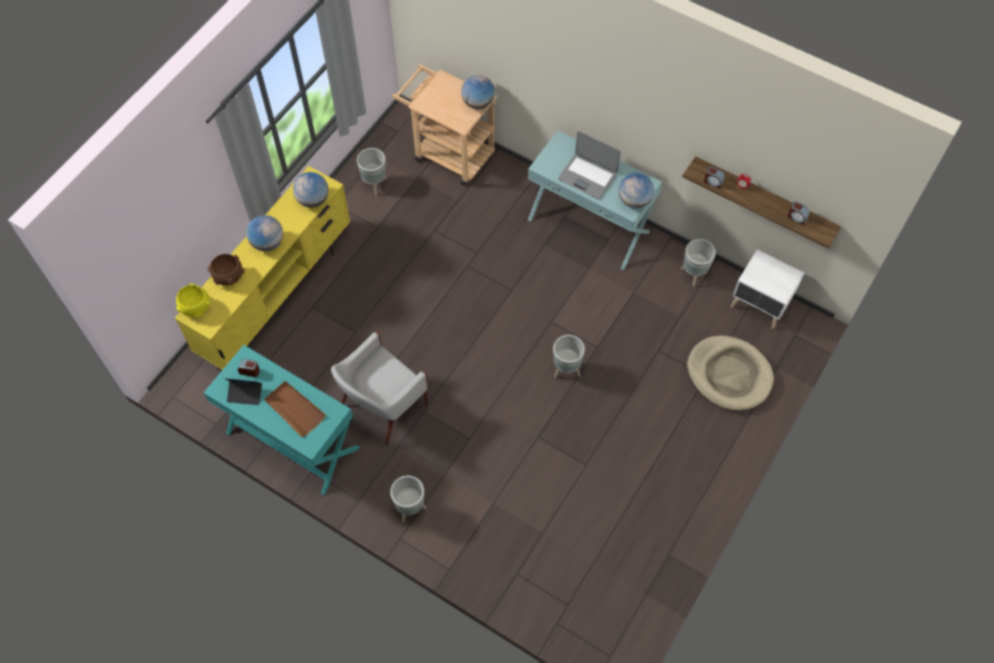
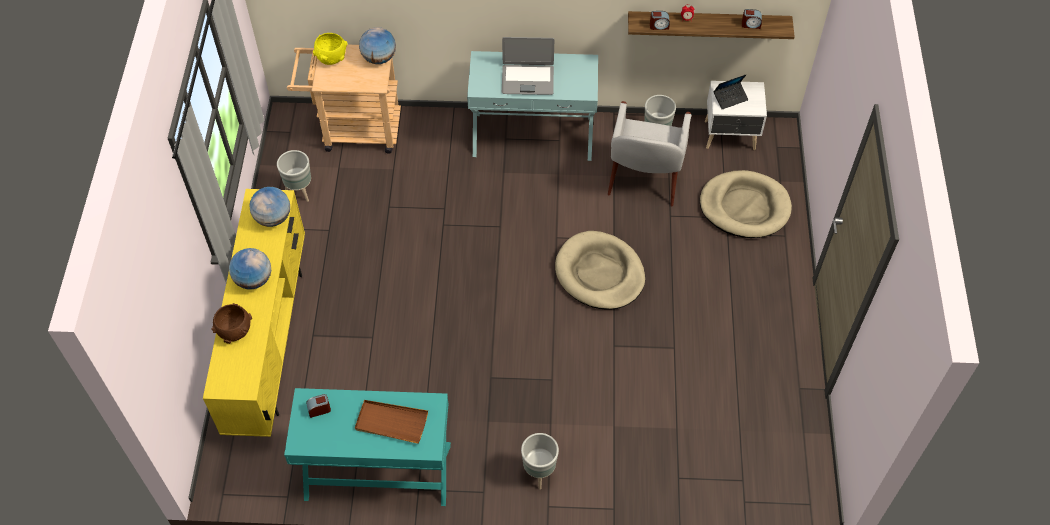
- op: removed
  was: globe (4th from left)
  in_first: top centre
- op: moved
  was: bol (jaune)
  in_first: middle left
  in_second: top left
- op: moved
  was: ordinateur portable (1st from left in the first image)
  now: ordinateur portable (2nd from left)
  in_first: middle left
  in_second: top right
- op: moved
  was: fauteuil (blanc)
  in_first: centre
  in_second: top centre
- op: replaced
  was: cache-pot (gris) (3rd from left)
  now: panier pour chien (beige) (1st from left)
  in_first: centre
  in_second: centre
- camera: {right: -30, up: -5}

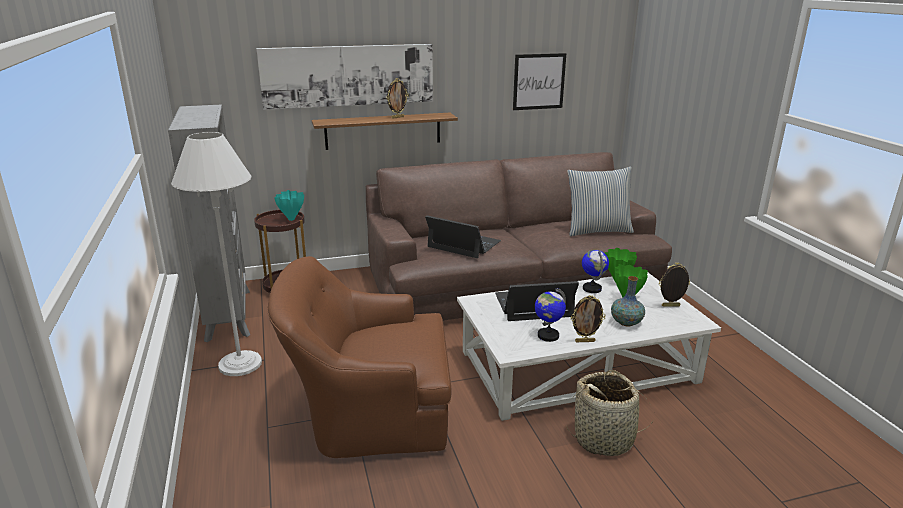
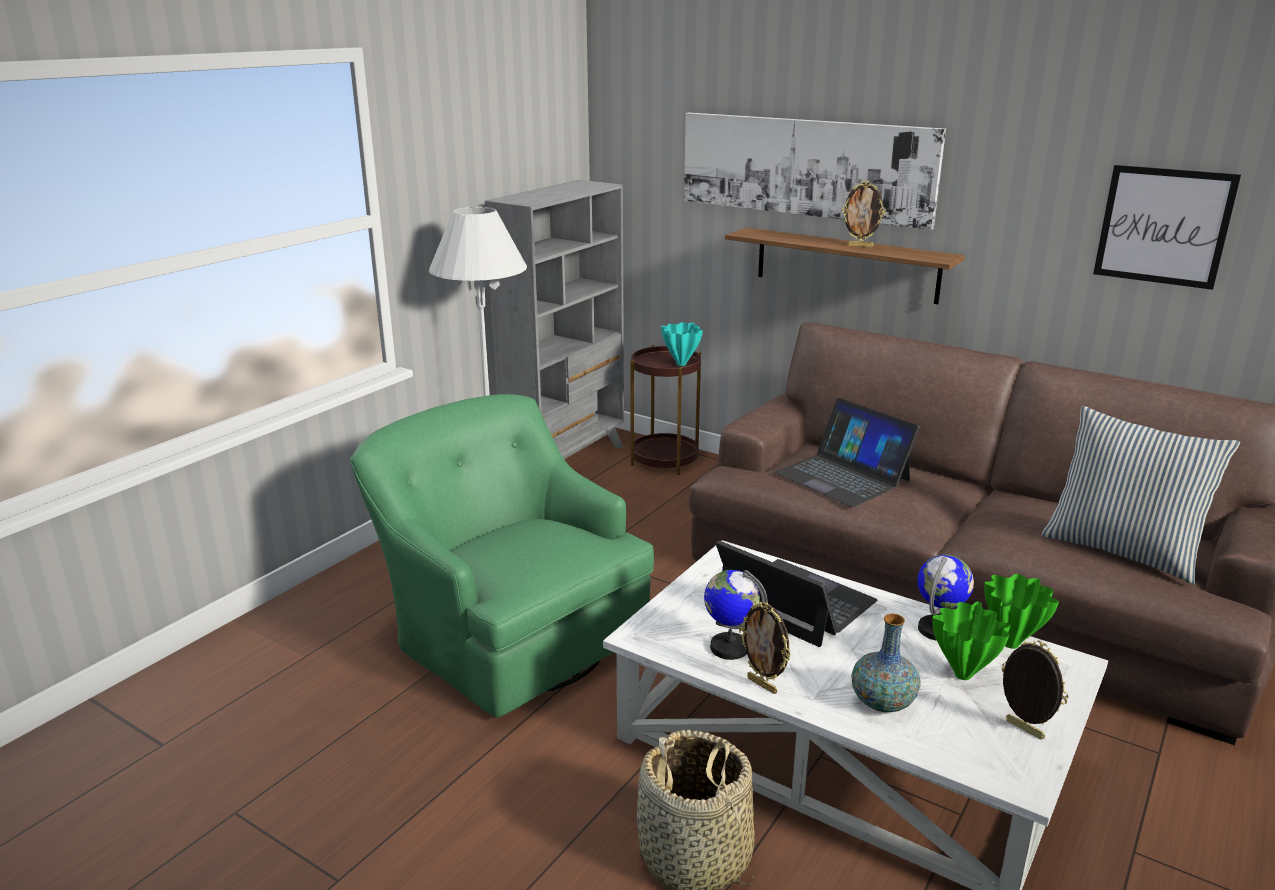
- op: recoloured
  was: fauteuil (marron)
  now: fauteuil (vert)
  in_first: bottom centre
  in_second: centre
- op: turned
  was: ordinateur portable (1st from left in the first image)
  in_first: centre
  in_second: centre
  clockwise: 150
- camera: {right: 50, up: 0}

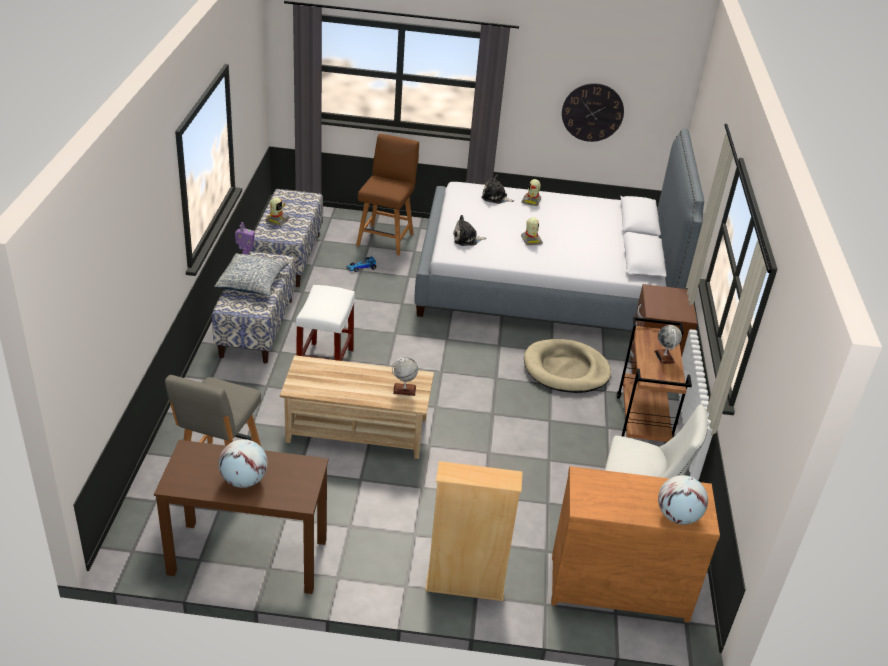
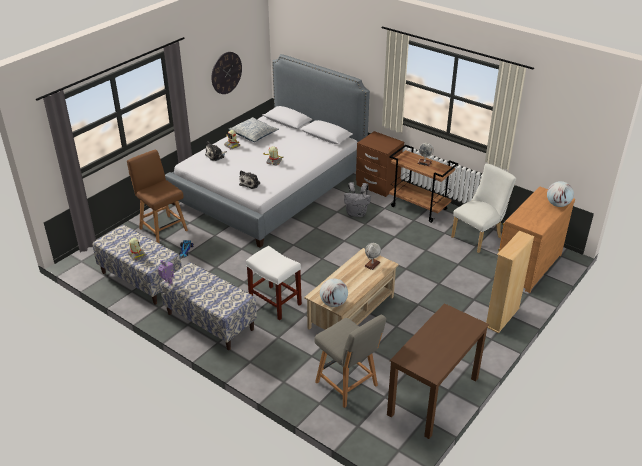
- op: moved
  was: coussin
  in_first: middle left
  in_second: top centre
- op: moved
  was: globe (1st from left)
  in_first: bottom left
  in_second: centre
- op: replaced
  was: panier pour chien (beige)
  now: sac à dos (gris)
  in_first: centre
  in_second: centre
- camera: {right: -55, up: 0}

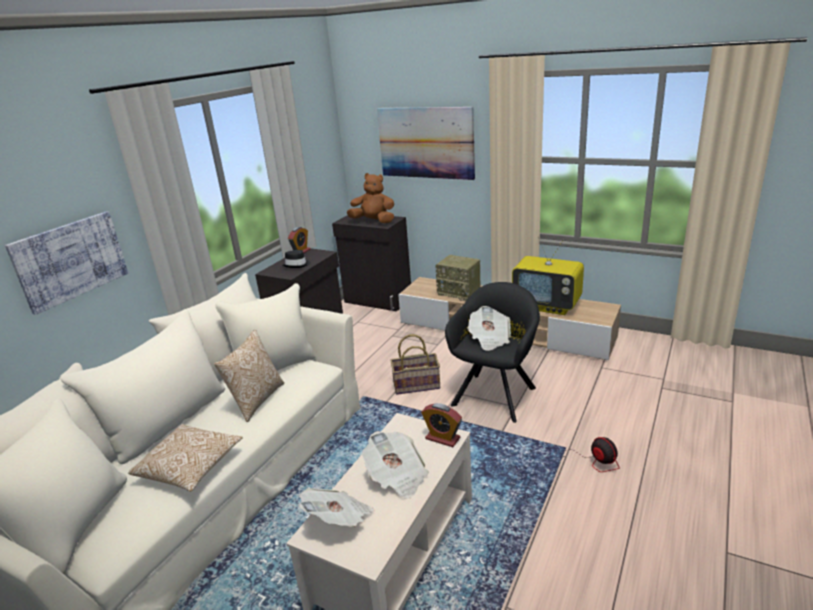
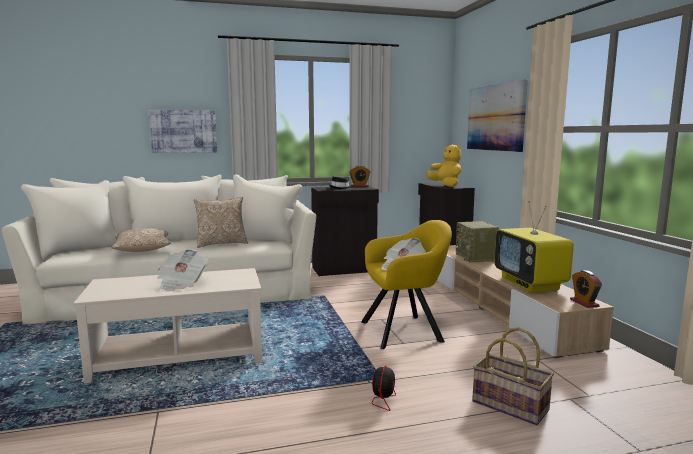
- op: removed
  was: journal (1st from left)
  in_first: bottom centre
- op: moved
  was: panier
  in_first: centre
  in_second: bottom right
- op: moved
  was: réveil (2nd from left)
  in_first: bottom centre
  in_second: middle right
- op: recoloured
  was: peluche (marron)
  now: peluche (jaune)
  in_first: top centre
  in_second: centre
- op: recoloured
  was: fauteuil (noir)
  now: fauteuil (jaune)
  in_first: centre
  in_second: centre
- camera: {right: 45, up: -15}

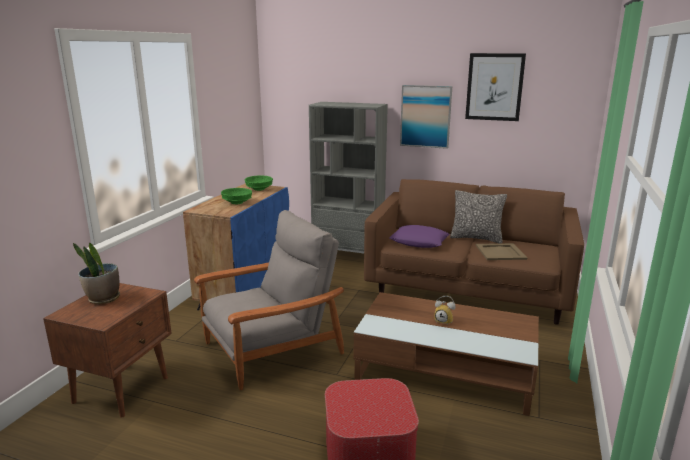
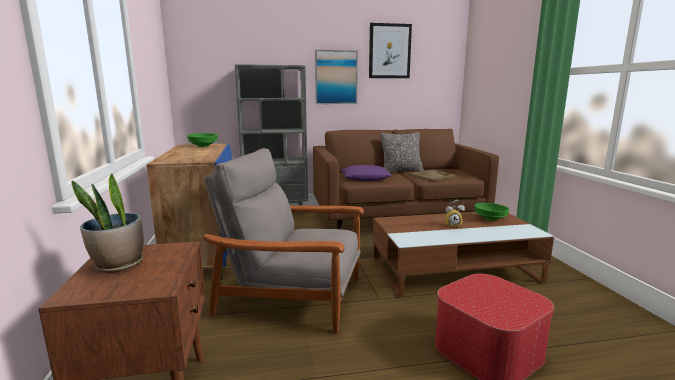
- op: moved
  was: bol (vert) (1st from left in the first image)
  now: bol (vert) (2nd from left)
  in_first: centre
  in_second: middle right
- op: turned
  was: fauteuil (gris)
  in_first: centre
  in_second: centre
  clockwise: -105
- camera: {right: -30, up: -5}

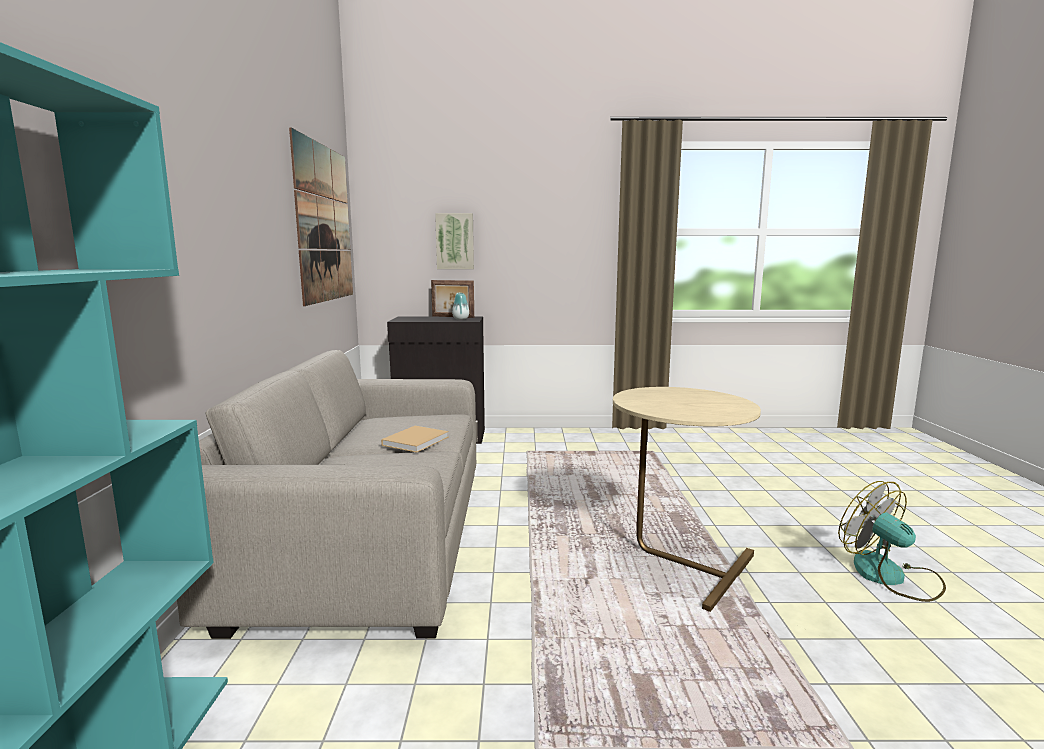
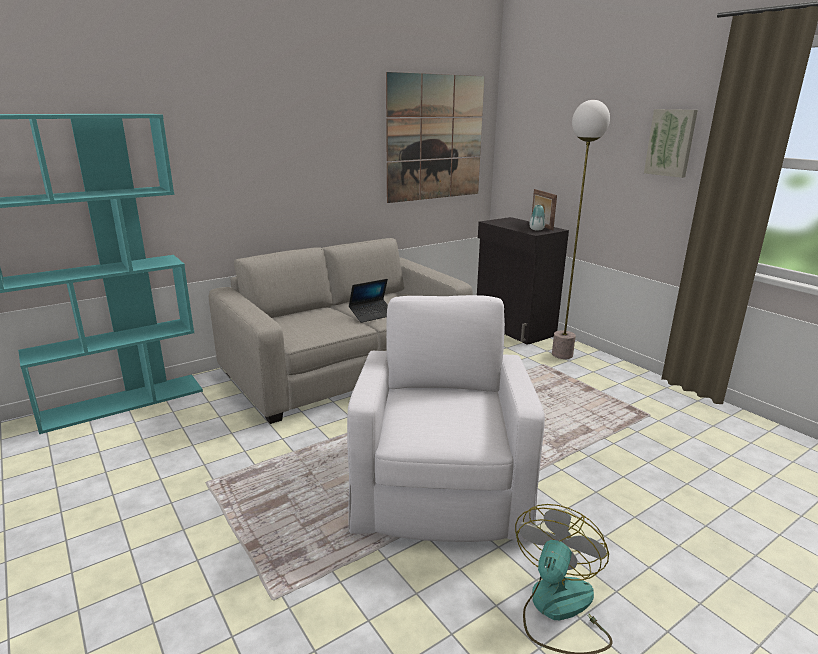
- op: added
  now: lampadaire
  in_second: middle right
- op: moved
  was: tableau (2nd from left)
  in_first: top centre
  in_second: top right
- op: replaced
  was: livre (beige)
  now: ordinateur portable
  in_first: centre
  in_second: centre
- op: replaced
  was: table d'appoint (beige)
  now: fauteuil (blanc)
  in_first: centre
  in_second: centre
- camera: {right: 55, up: 10}

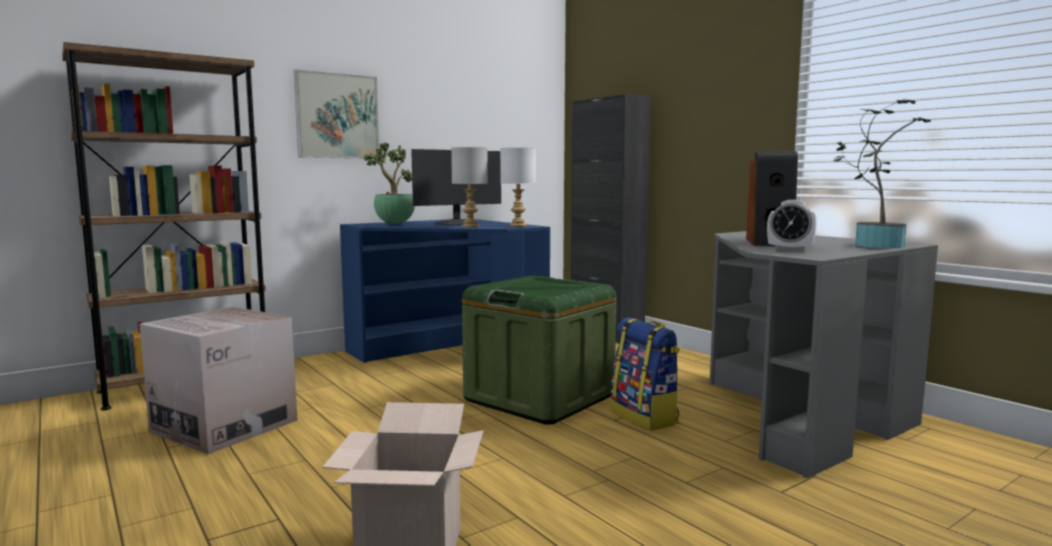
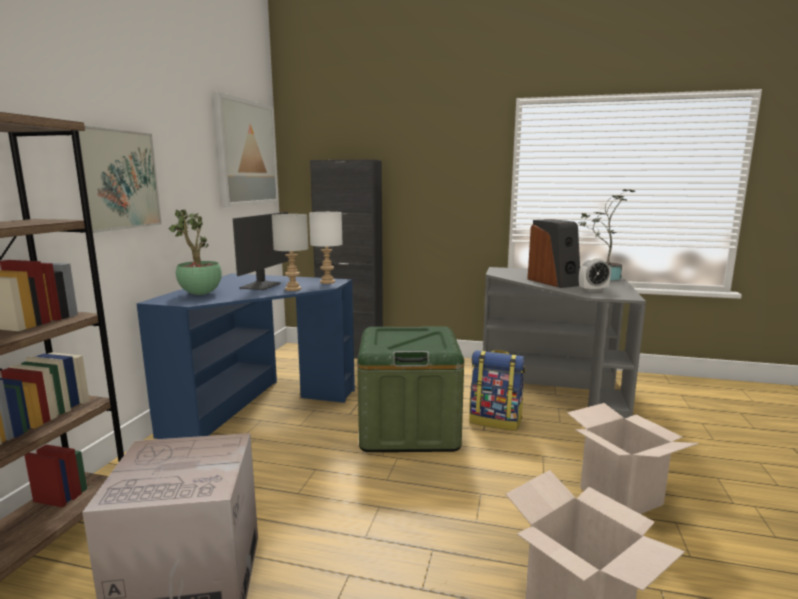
- op: added
  now: tableau (2nd from left)
  in_second: top left
- op: added
  now: carton (3rd from left)
  in_second: bottom right
- camera: {right: -40, up: 5}

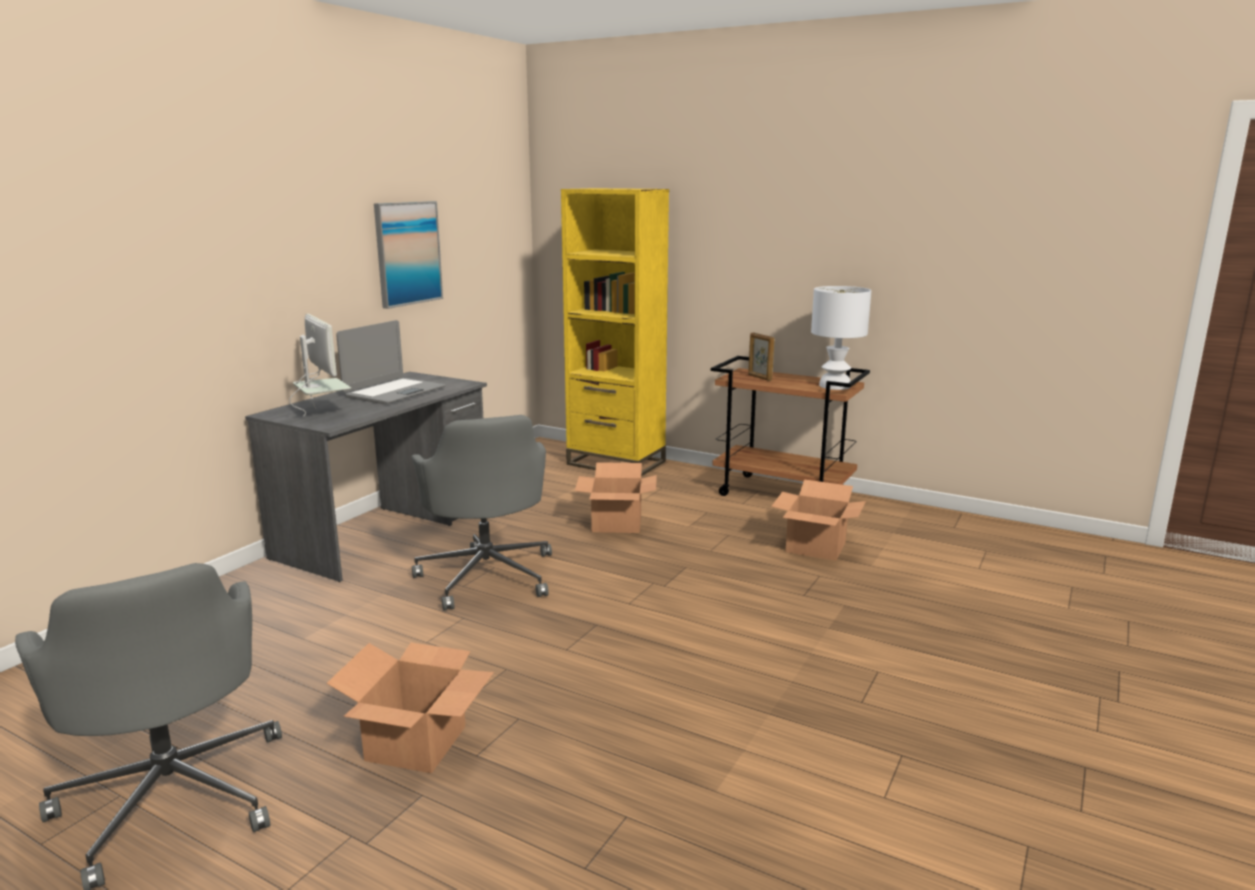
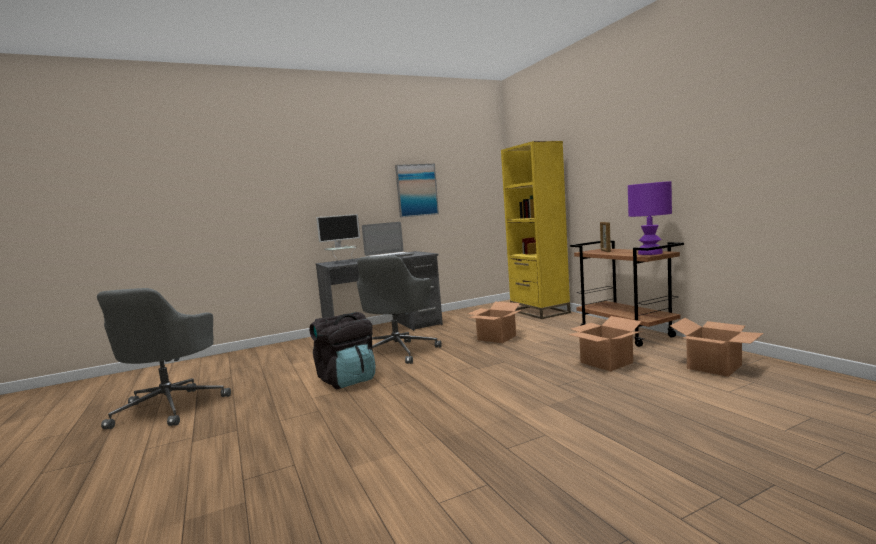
- op: added
  now: sac à dos (noir)
  in_second: centre
- op: moved
  was: carton (1st from left in the first image)
  now: carton (3rd from left)
  in_first: bottom left
  in_second: middle right
- op: recoloured
  was: lampe de table (blanc)
  now: lampe de table (violet)
  in_first: middle right
  in_second: middle right
- op: turned
  was: écran d'ordinateur
  in_first: middle left
  in_second: centre
  clockwise: 60
- camera: {right: 35, up: -10}

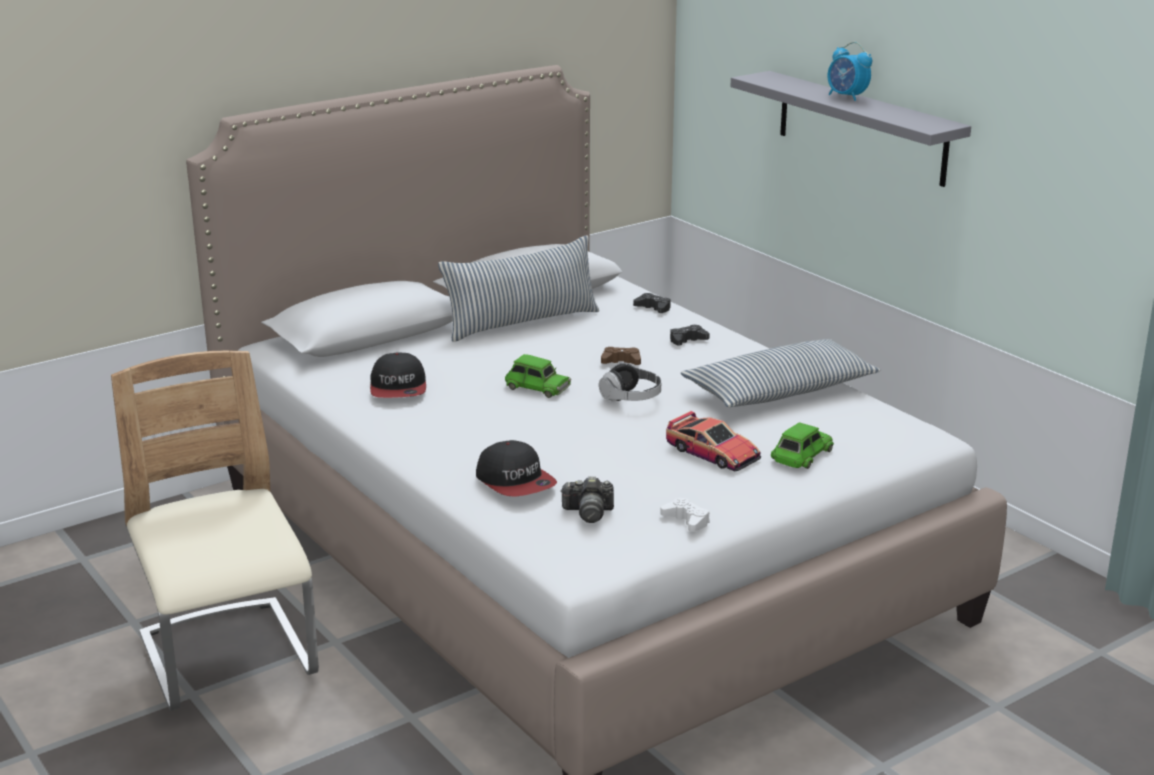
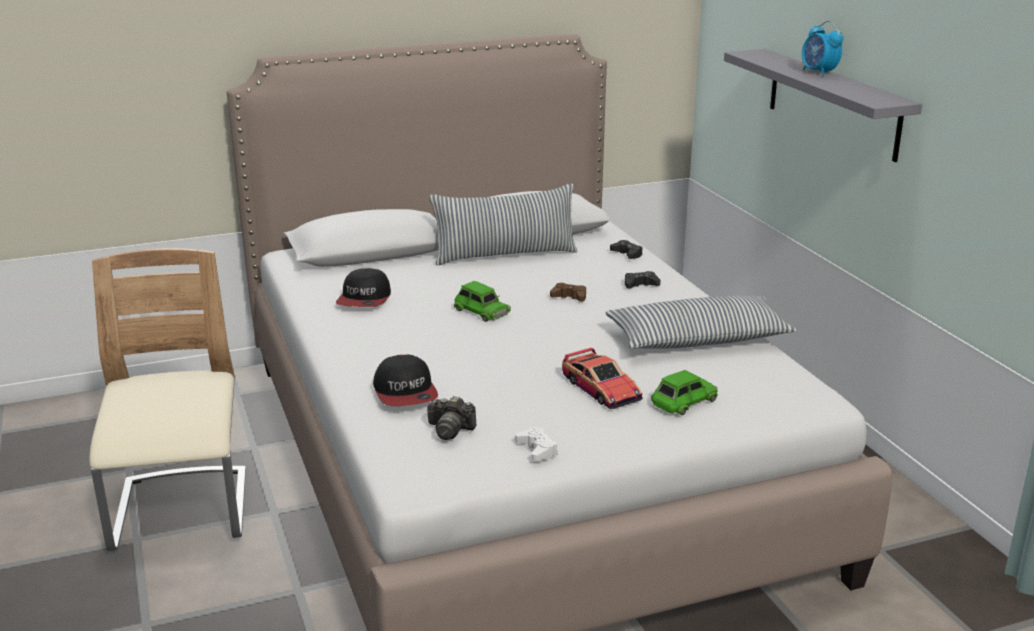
- op: removed
  was: casque audio
  in_first: centre
- camera: {right: 15, up: 0}

